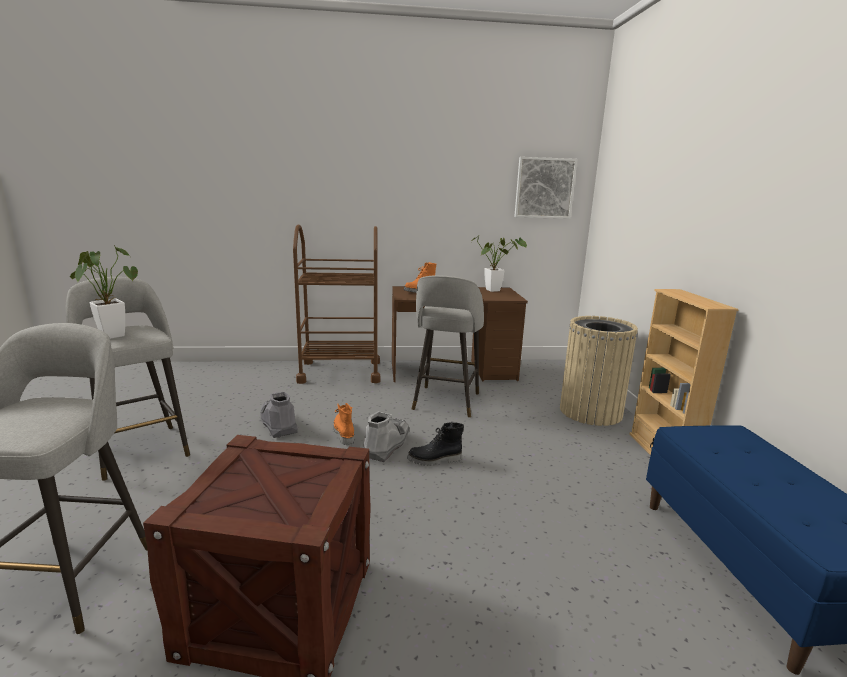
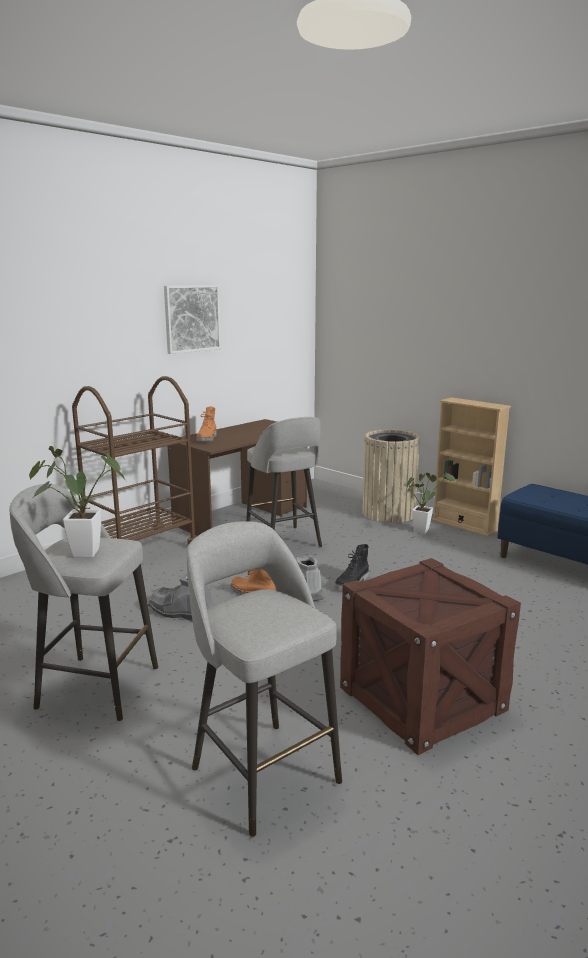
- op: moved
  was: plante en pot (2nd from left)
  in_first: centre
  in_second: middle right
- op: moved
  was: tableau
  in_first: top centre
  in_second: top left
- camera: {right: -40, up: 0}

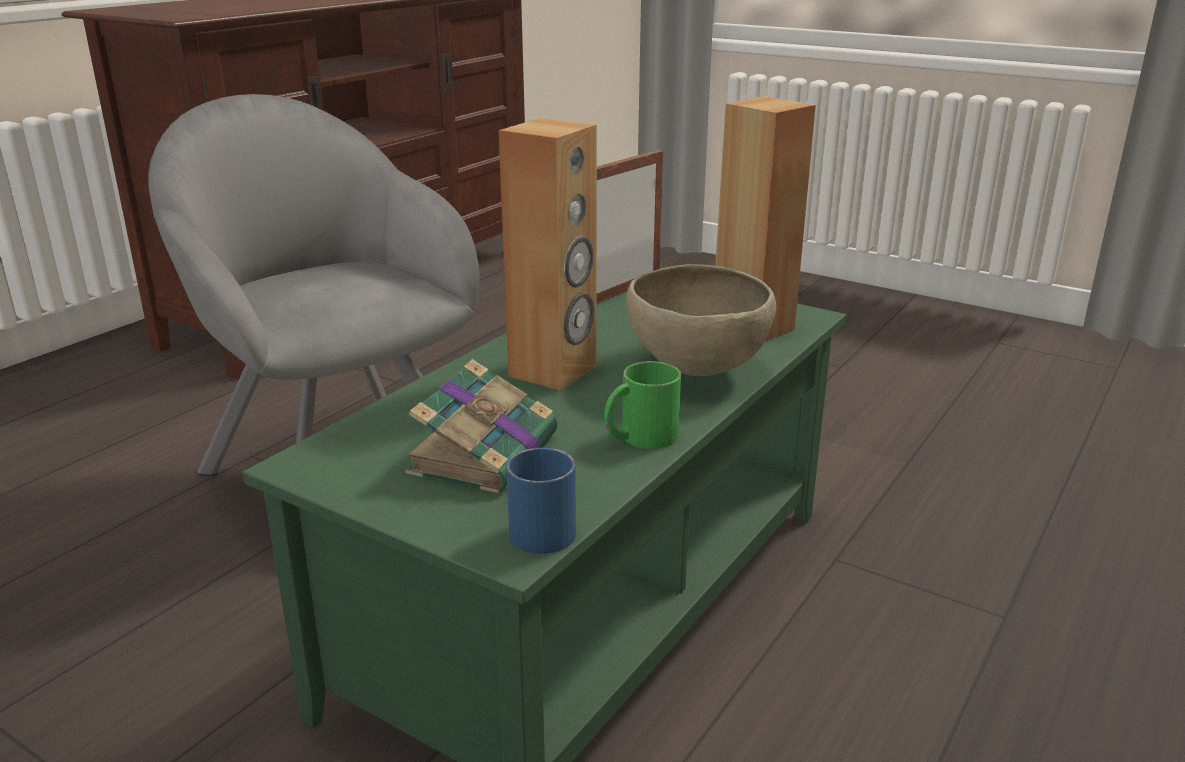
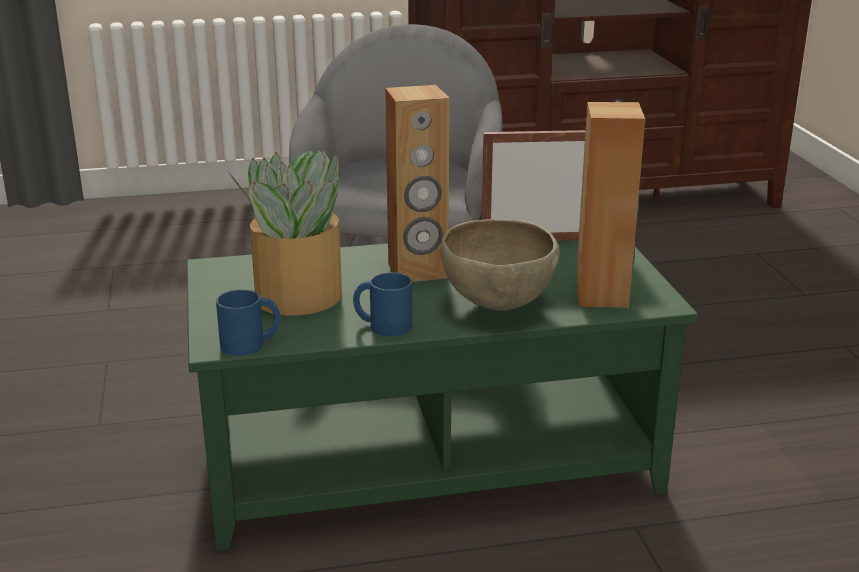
- op: replaced
  was: livre
  now: plante en pot
  in_first: centre
  in_second: middle left
- op: recoloured
  was: mug (vert)
  now: mug (bleu) (2nd from left)
  in_first: centre
  in_second: centre
- camera: {right: 45, up: 0}

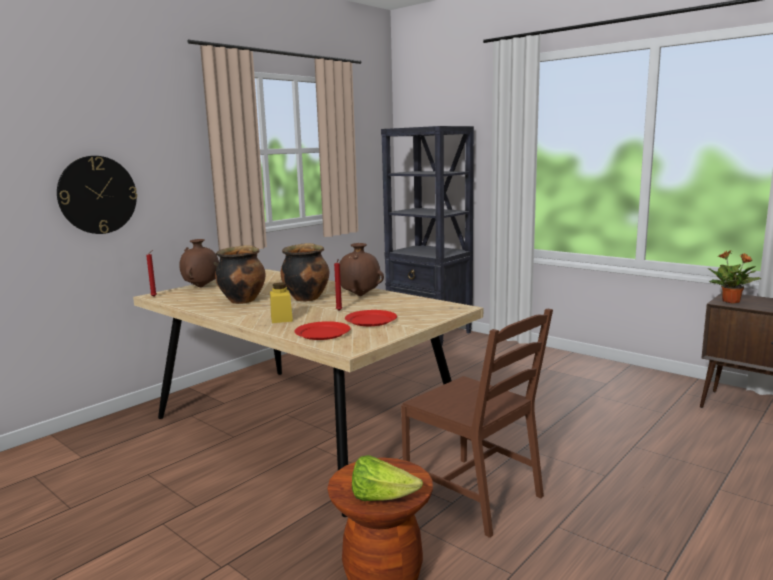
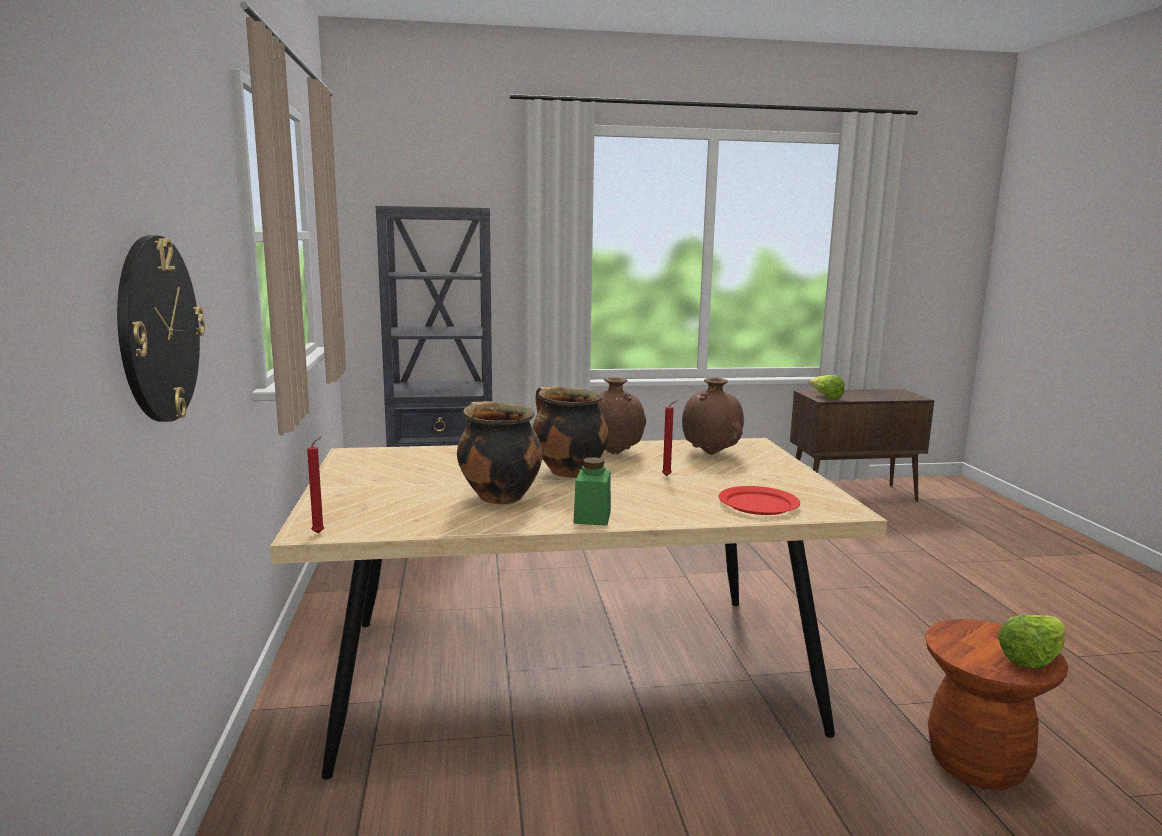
- op: removed
  was: bocal (jaune)
  in_first: centre
- op: removed
  was: assiette (rouge) (2nd from left)
  in_first: centre
- op: removed
  was: chaise (marron)
  in_first: bottom centre
- op: added
  now: bocal (vert)
  in_second: centre
- op: moved
  was: vase (marron) (1st from left in the first image)
  now: vase (marron) (2nd from left)
  in_first: middle left
  in_second: centre
- op: replaced
  was: plante en pot
  now: laitue (1st from left)
  in_first: middle right
  in_second: middle right
- camera: {right: -50, up: 0}

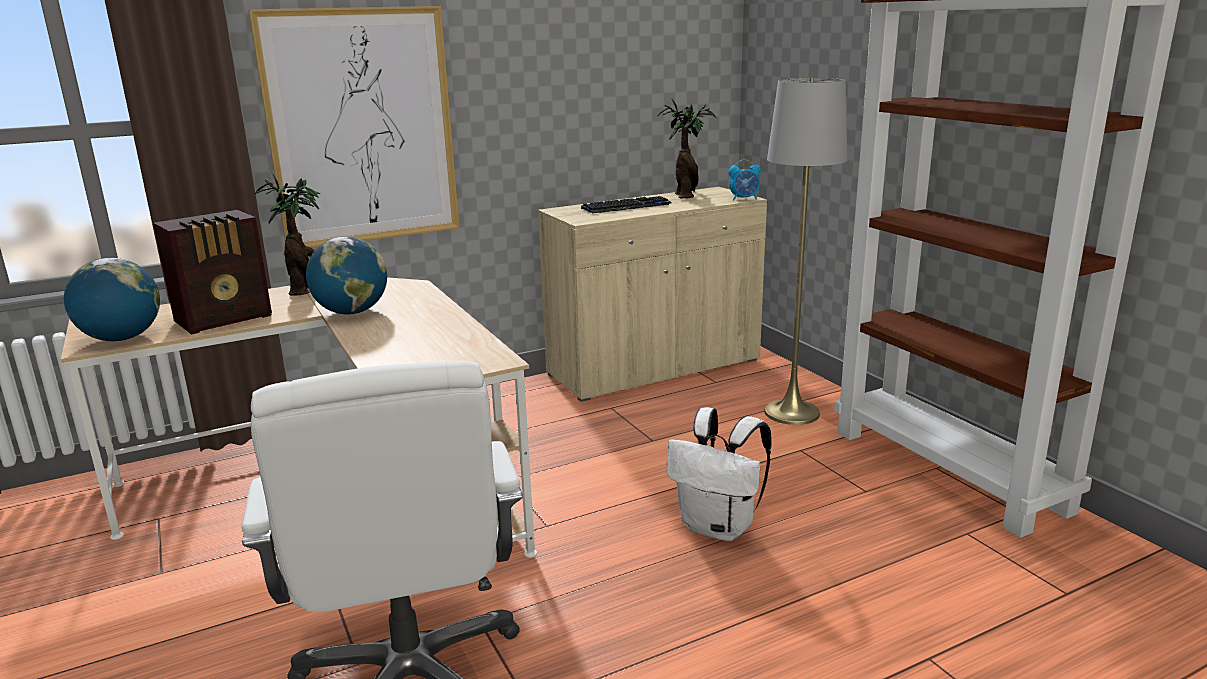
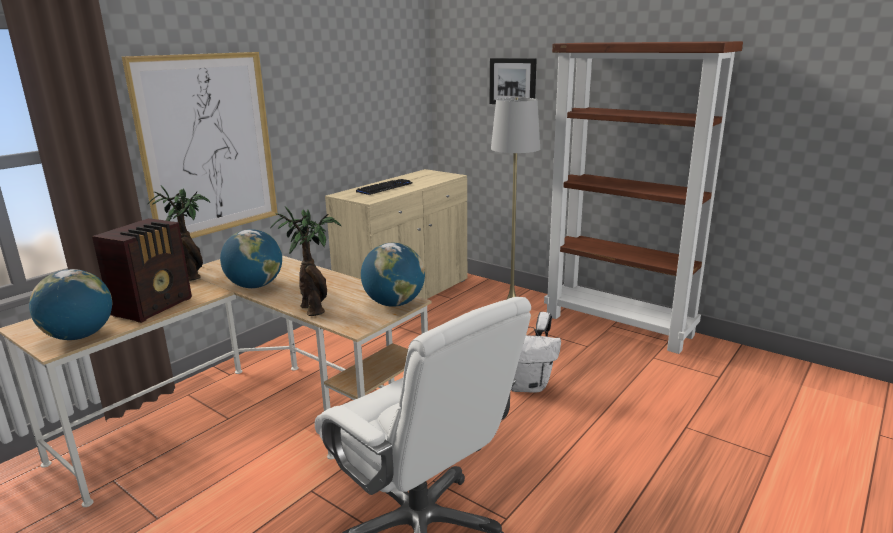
- op: removed
  was: réveil
  in_first: top centre
- op: added
  now: globe (3rd from left)
  in_second: centre
- op: added
  now: tableau (2nd from left)
  in_second: top centre
- op: moved
  was: plante en pot (2nd from left)
  in_first: top centre
  in_second: centre
- camera: {right: -25, up: 0}

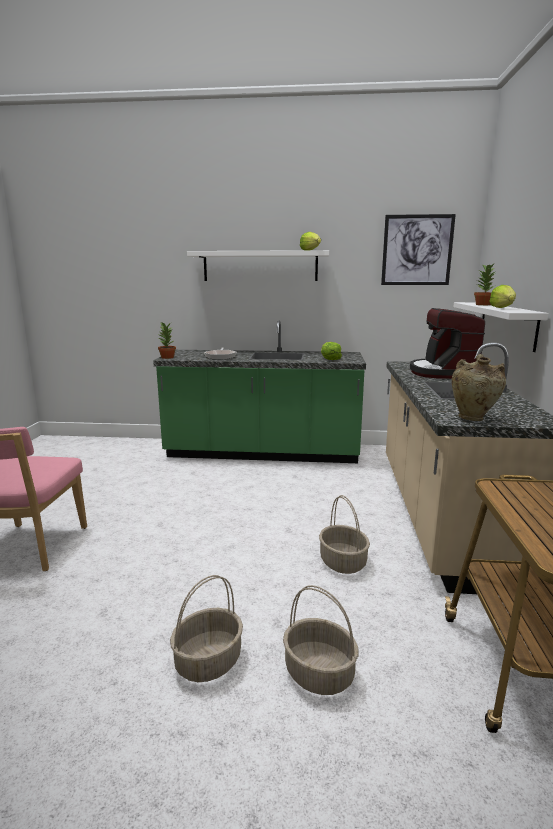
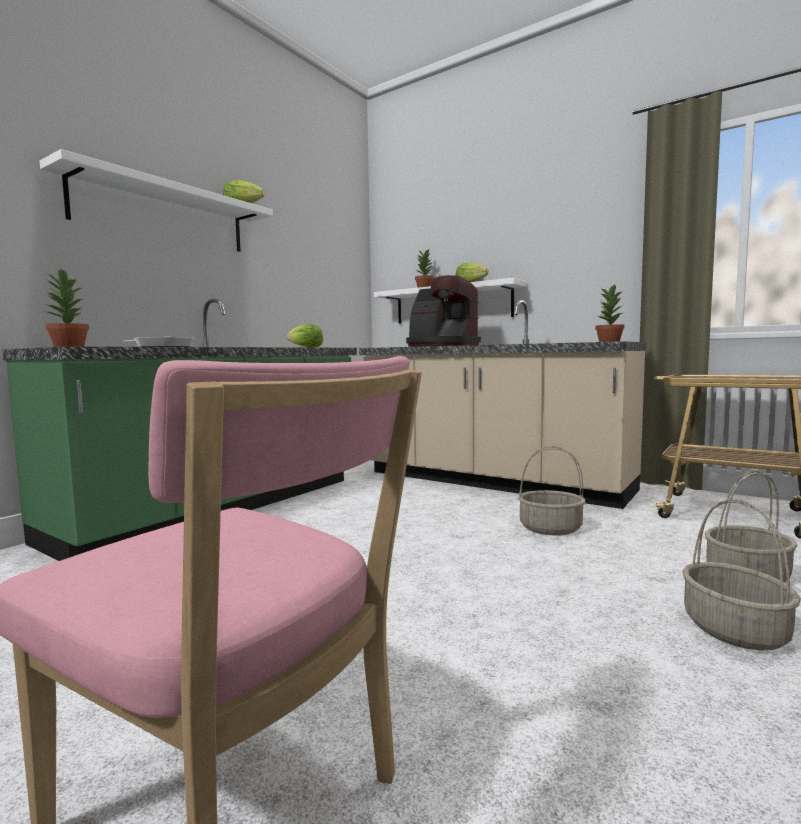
- op: removed
  was: tableau
  in_first: top right
- op: replaced
  was: vase (beige)
  now: plante en pot (3rd from left)
  in_first: middle right
  in_second: middle right
- camera: {right: -60, up: -10}

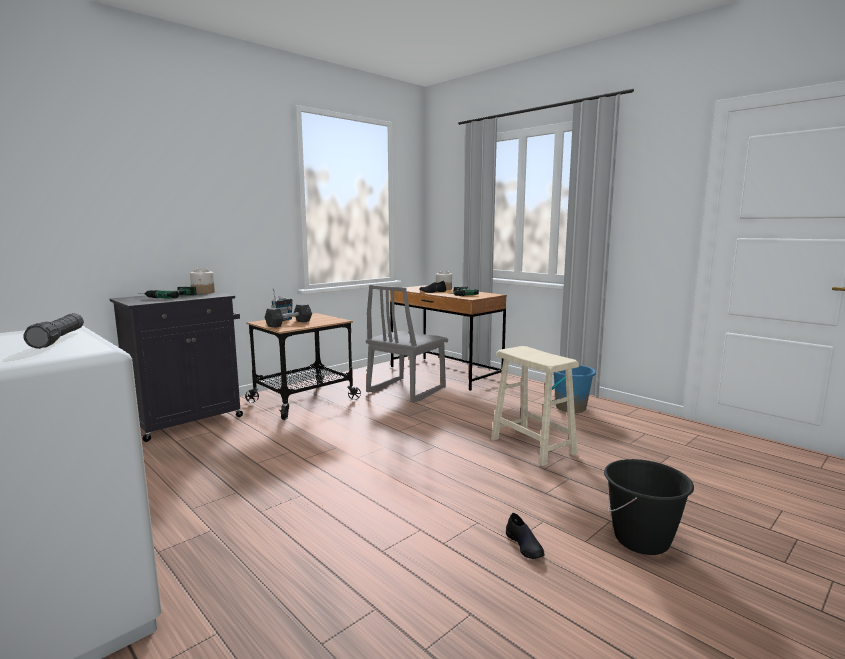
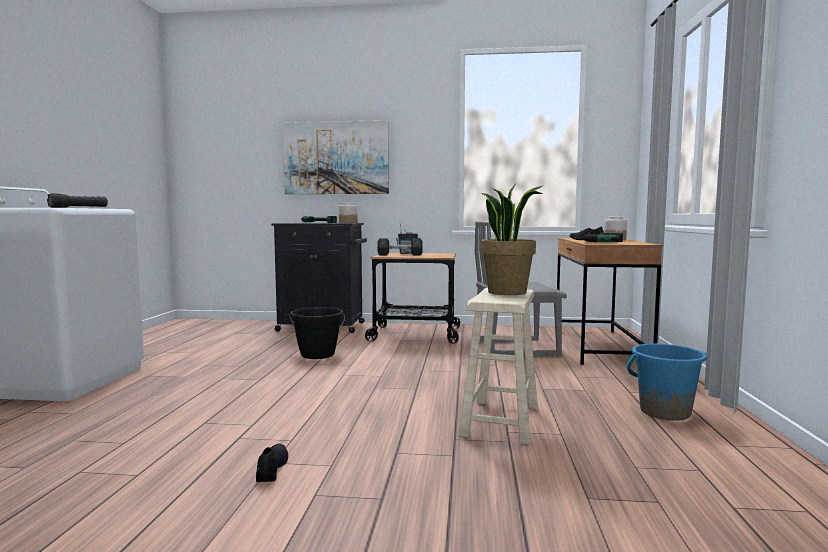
- op: added
  now: tableau
  in_second: top centre
- op: added
  now: plante en pot
  in_second: centre
- op: moved
  was: seau (noir)
  in_first: bottom right
  in_second: centre
- op: turned
  was: chaussure (noir) (2nd from left in the first image)
  in_first: bottom centre
  in_second: bottom left
  clockwise: 150
- camera: {right: 50, up: -5}

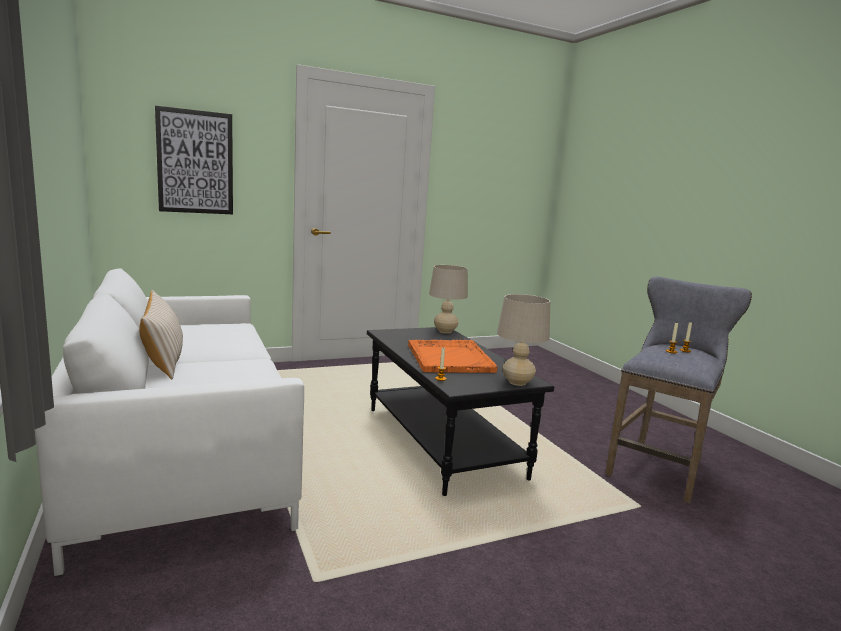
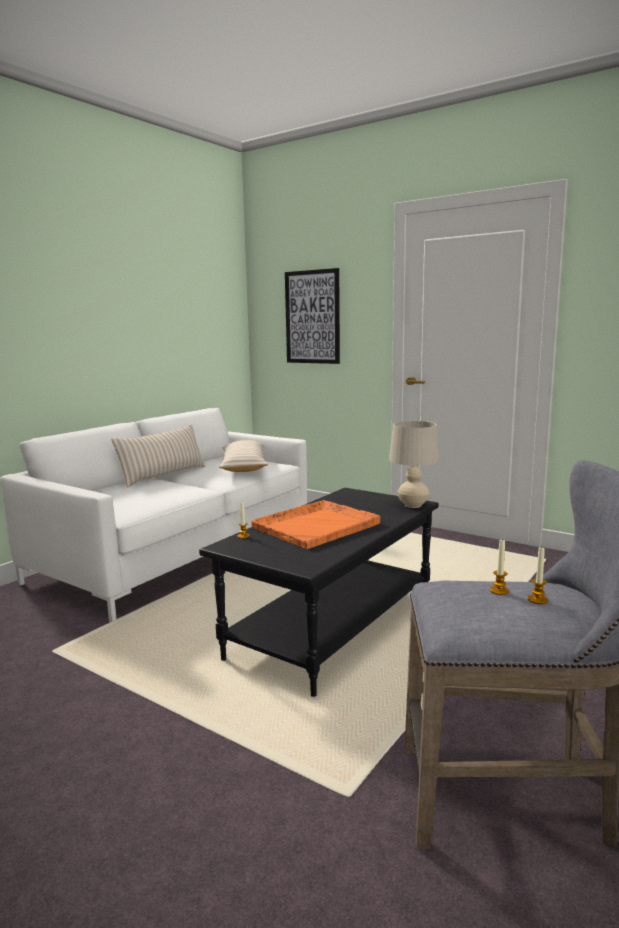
- op: removed
  was: lampe de table (beige) (2nd from left)
  in_first: centre
- op: added
  now: coussin (beige) (2nd from left)
  in_second: centre
- camera: {right: 60, up: 0}

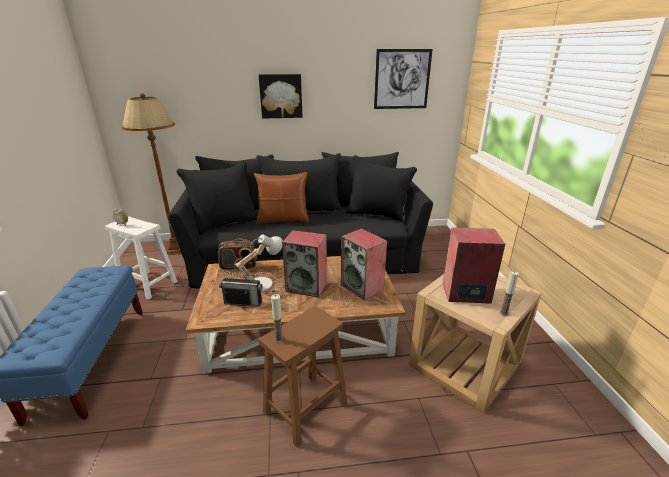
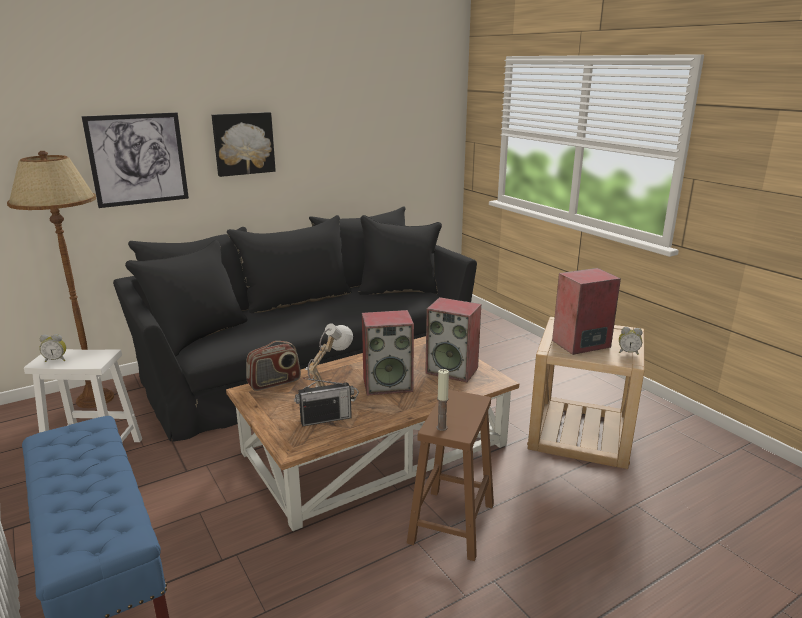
- op: removed
  was: coussin (marron)
  in_first: centre
- op: moved
  was: tableau (2nd from left in the first image)
  now: tableau (1st from left)
  in_first: top centre
  in_second: top left
- op: replaced
  was: bougie (2nd from left)
  now: réveil (2nd from left)
  in_first: middle right
  in_second: middle right
- camera: {right: -25, up: -5}

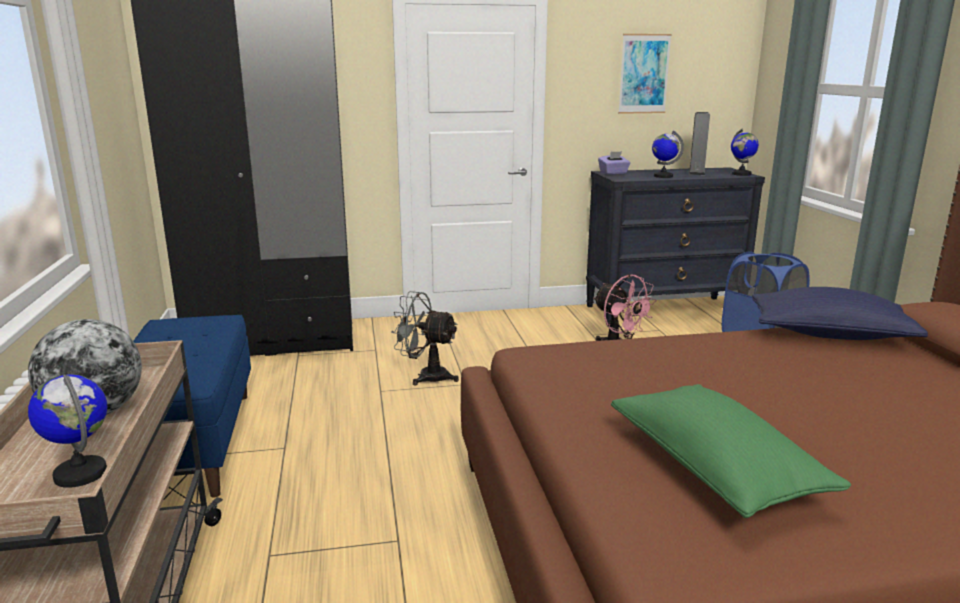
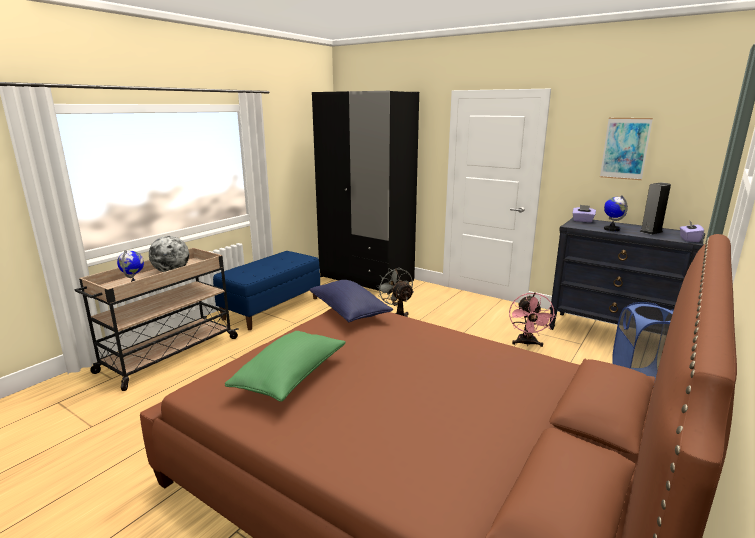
- op: moved
  was: coussin (bleu)
  in_first: middle right
  in_second: centre
- op: replaced
  was: globe (4th from left)
  now: boîte à mouchoirs (violet) (2nd from left)
  in_first: top right
  in_second: middle right
- camera: {right: 45, up: 0}

